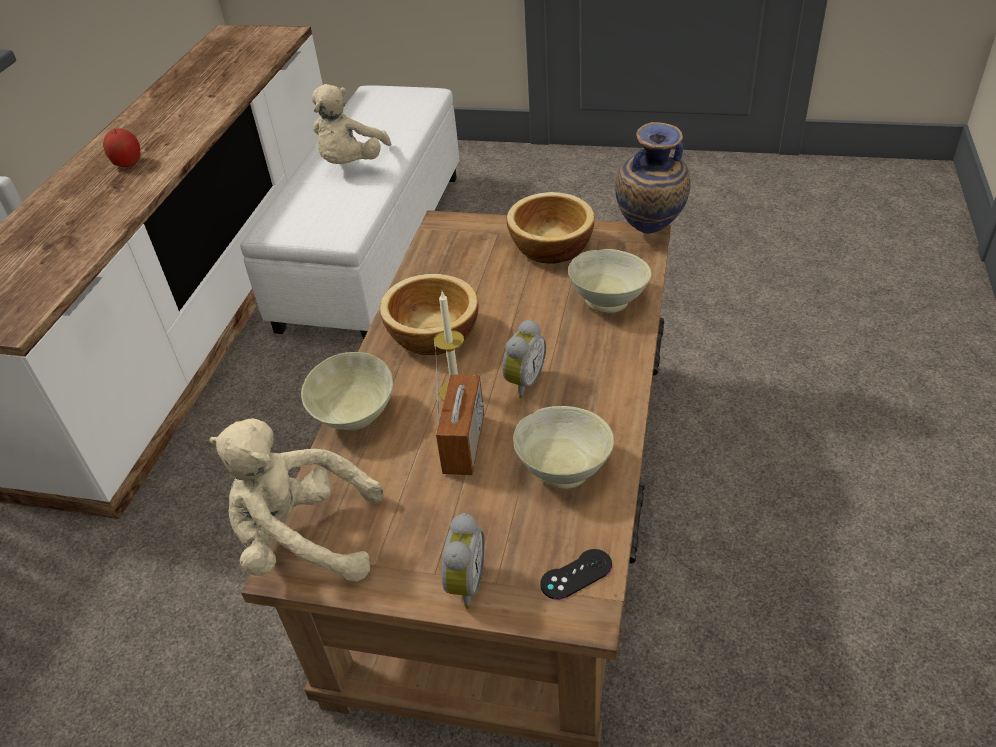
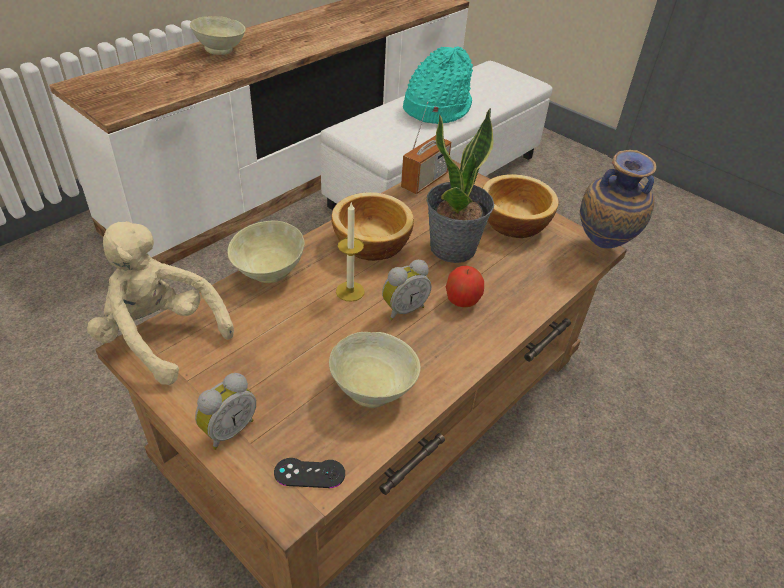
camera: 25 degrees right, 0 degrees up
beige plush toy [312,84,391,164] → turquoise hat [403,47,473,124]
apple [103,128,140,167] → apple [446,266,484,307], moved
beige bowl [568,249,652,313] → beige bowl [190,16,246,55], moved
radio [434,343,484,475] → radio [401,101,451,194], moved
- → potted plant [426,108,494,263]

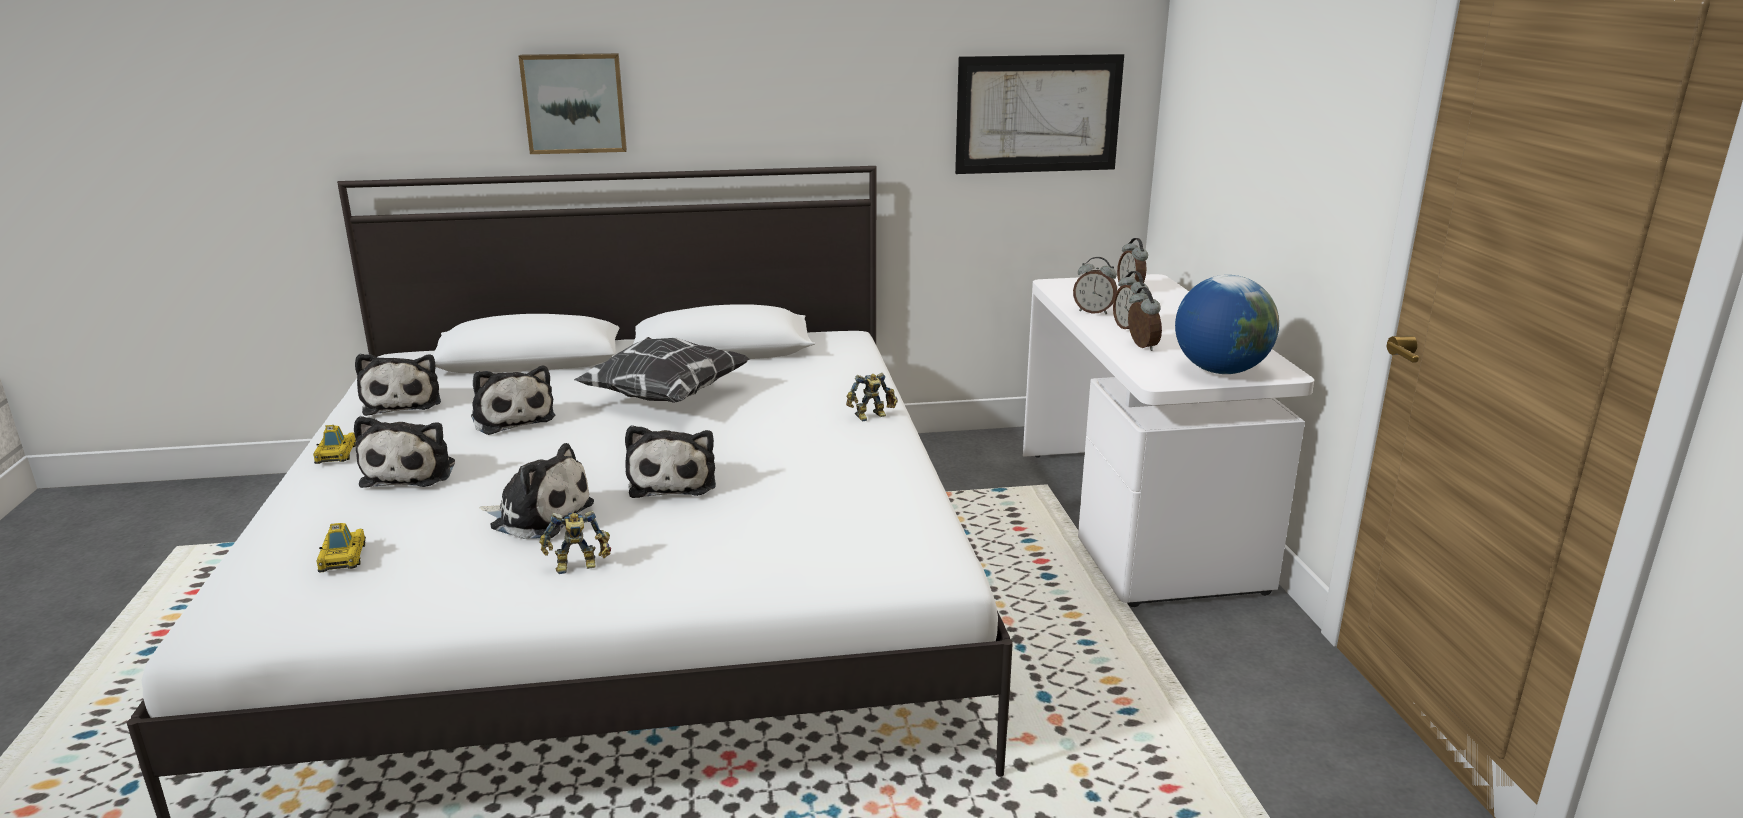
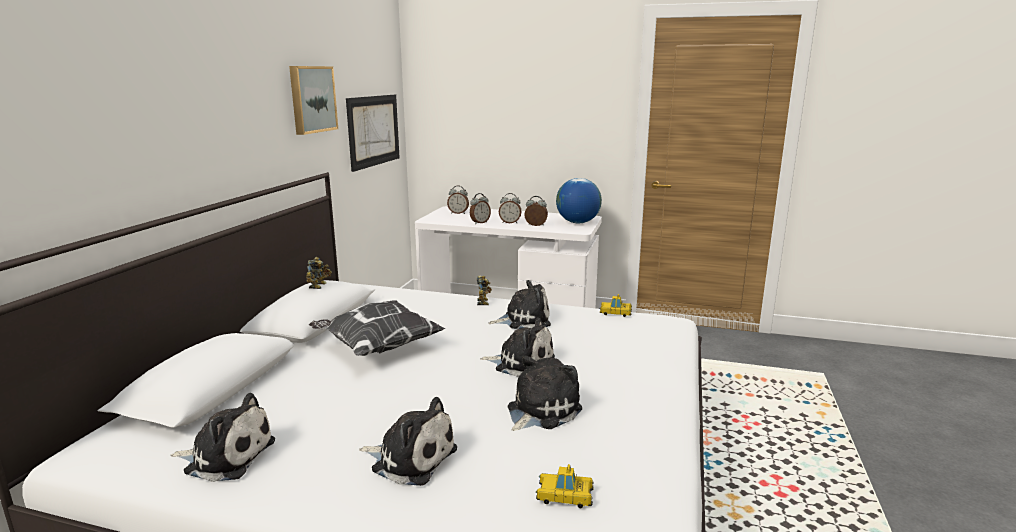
camera: 65 degrees left, 5 degrees down
picture [519,53,627,154] → picture [289,66,338,135], moved
plush toy [471,366,555,435] → plush toy [488,280,551,329], moved
toy car [313,425,356,464] → toy car [600,294,632,317], moved
toy robot [539,510,611,574] → toy robot [306,257,332,289], moved

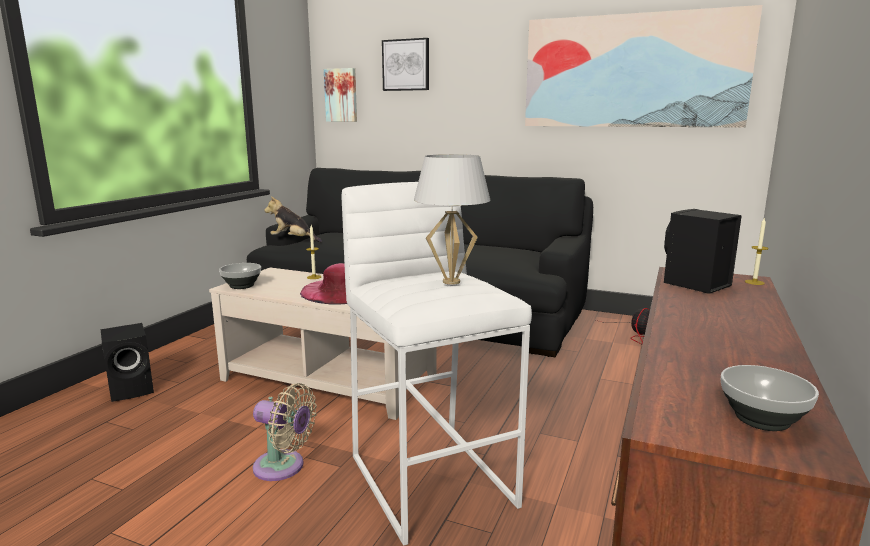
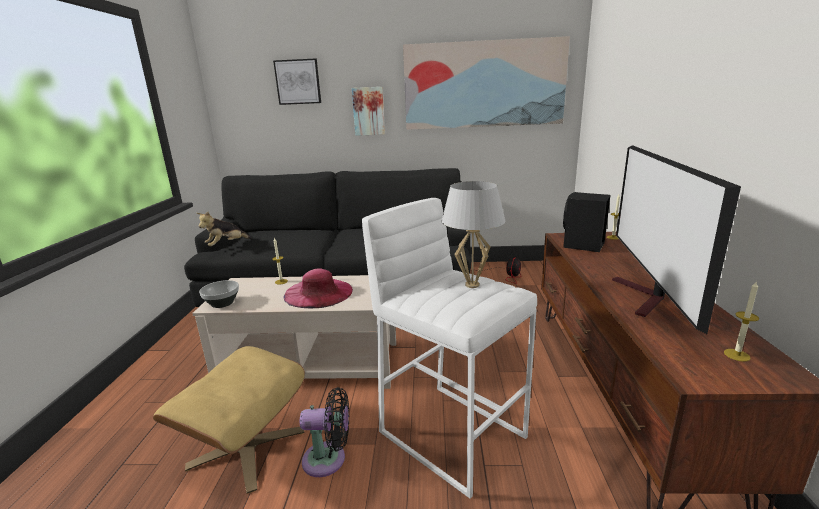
camera: 20 degrees left, 5 degrees up
picture [324,68,357,122] → picture [352,87,385,136], moved
plush toy [264,196,322,242] → plush toy [197,212,251,246], 45 degrees counterclockwise
black speaker [101,323,154,402] → -
bowl [721,365,819,431] → candle [724,281,759,361]
beige fan [253,383,317,481] → black fan [300,387,349,477]
- → television [612,145,741,334]
- → beige ottoman [153,346,305,494]

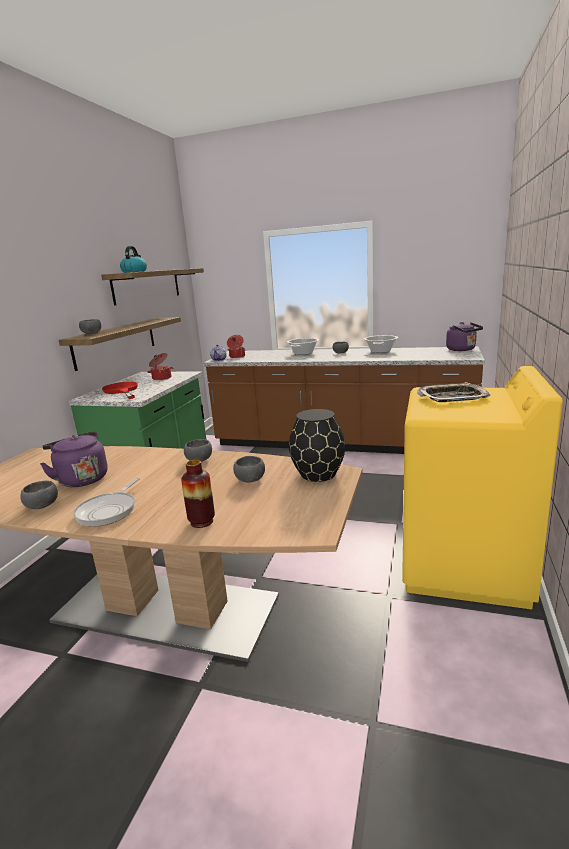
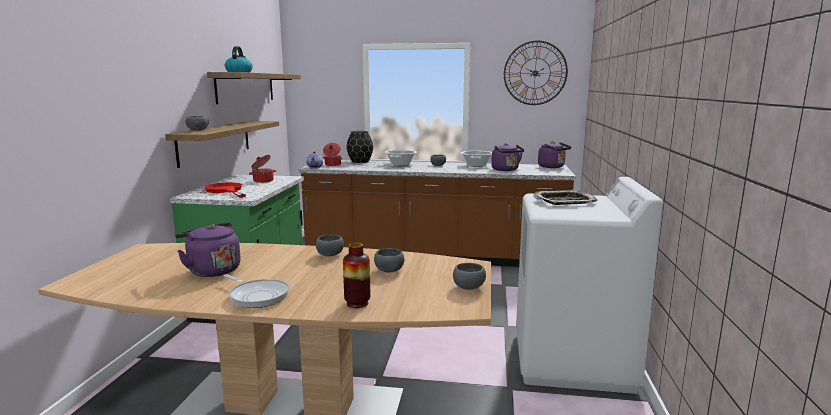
camera: 10 degrees left, 5 degrees down
yellow washing machine [402,366,563,609] → white washing machine [516,177,664,394]
black vase [289,409,345,482] → black vase [347,131,373,163], moved
frying pan [73,478,140,527] → frying pan [223,274,289,308], 60 degrees counterclockwise
grey bowl [20,481,58,509] → grey bowl [453,263,486,290], moved
- → wall clock [504,40,568,105]
- → purple kettle [491,143,524,171]

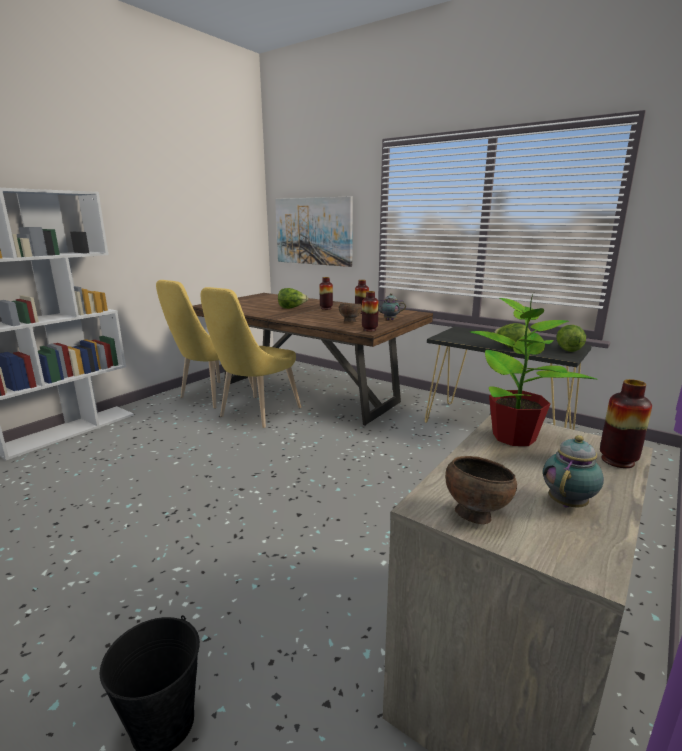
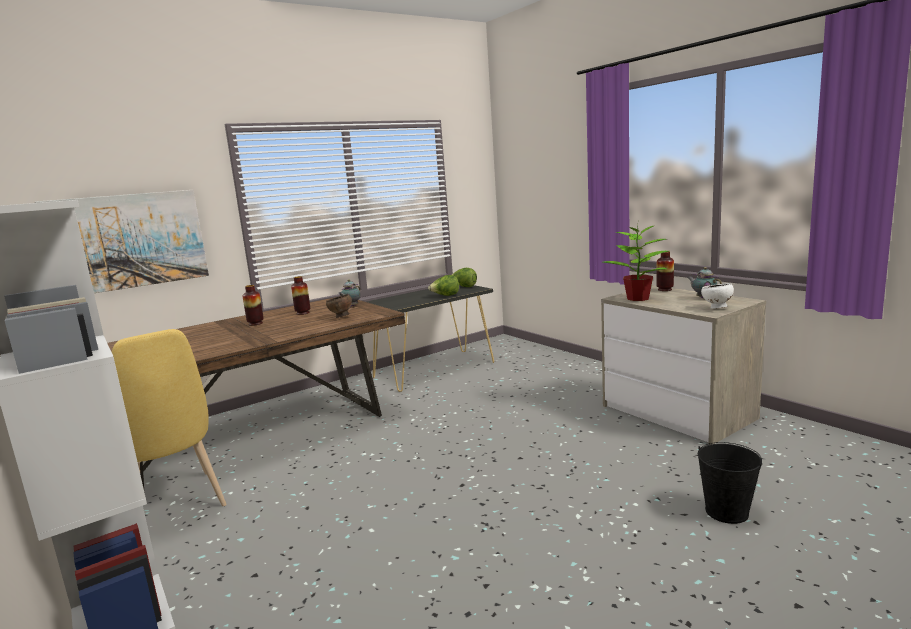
camera: 70 degrees left, 5 degrees down
yellow chair [200,287,301,428] → -
lettuce [278,288,308,309] → -
vase [362,291,379,331] → -
brown bowl [445,456,517,524] → white bowl [701,283,734,309]

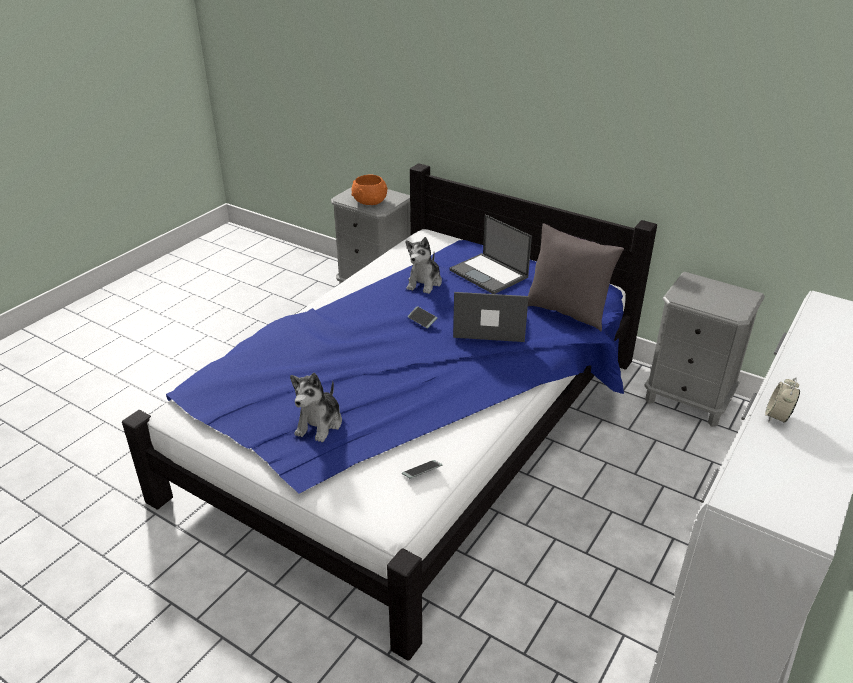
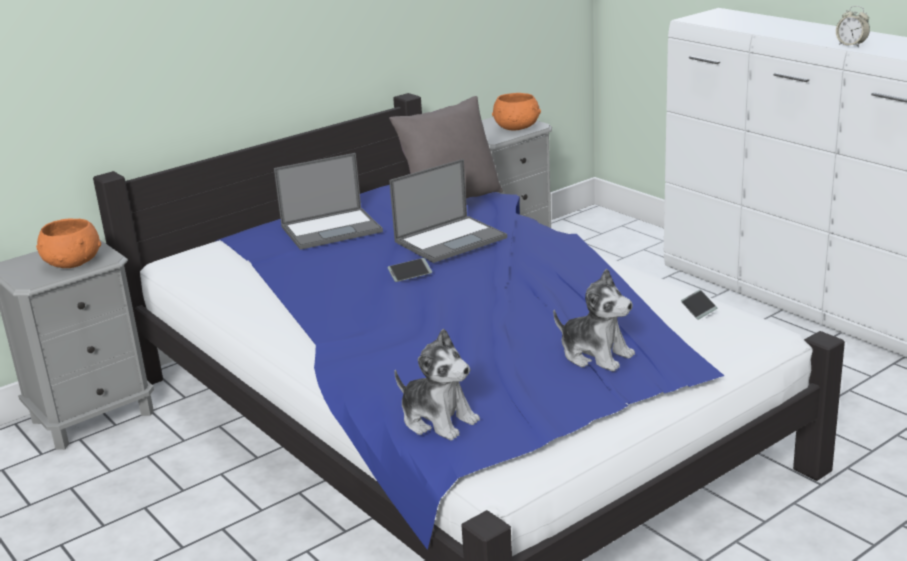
camera: 70 degrees left, 10 degrees down
plush toy [406,237,442,294] → plush toy [394,328,480,440], moved
laptop [453,292,529,342] → laptop [389,159,507,263], 150 degrees counterclockwise
- → orange bowl [492,93,541,130]

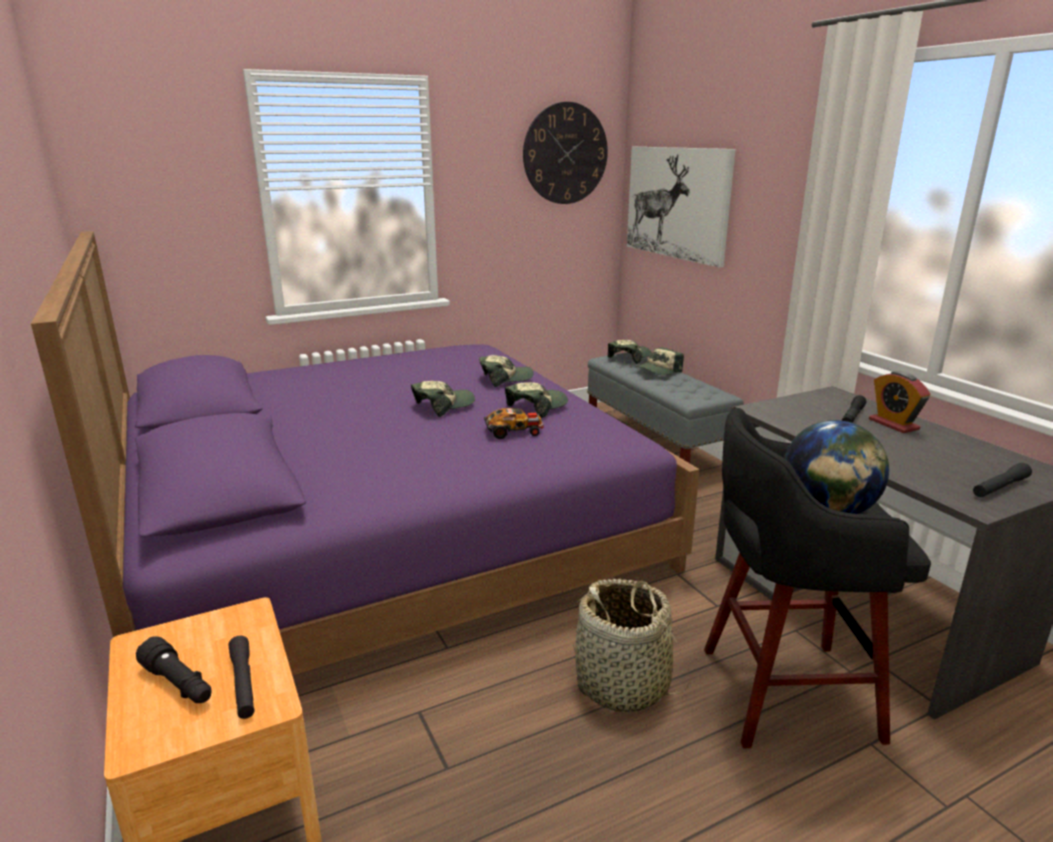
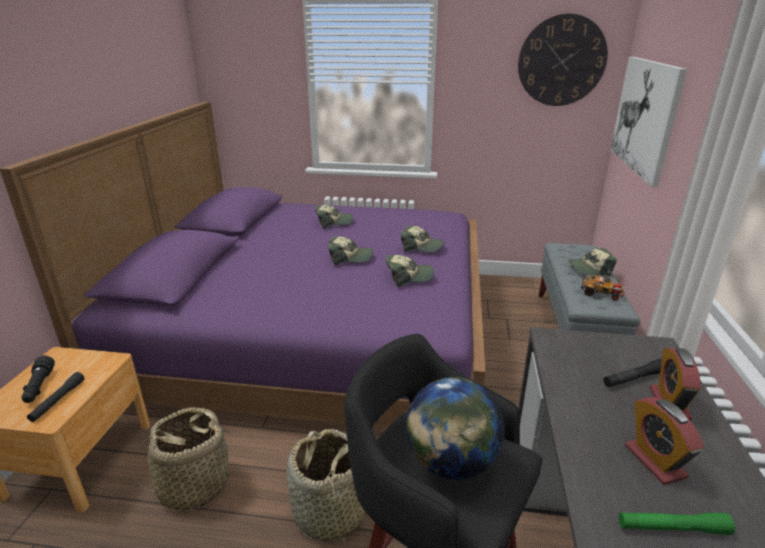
camera: 35 degrees right, 5 degrees up
cap [608,340,652,364] → cap [315,205,353,229], moved
toy car [484,408,545,439] → toy car [581,275,625,301], moved
black flashlight [973,463,1032,497] → green flashlight [619,512,735,535]
- → alarm clock [625,397,704,485]
- → basket [132,407,238,511]

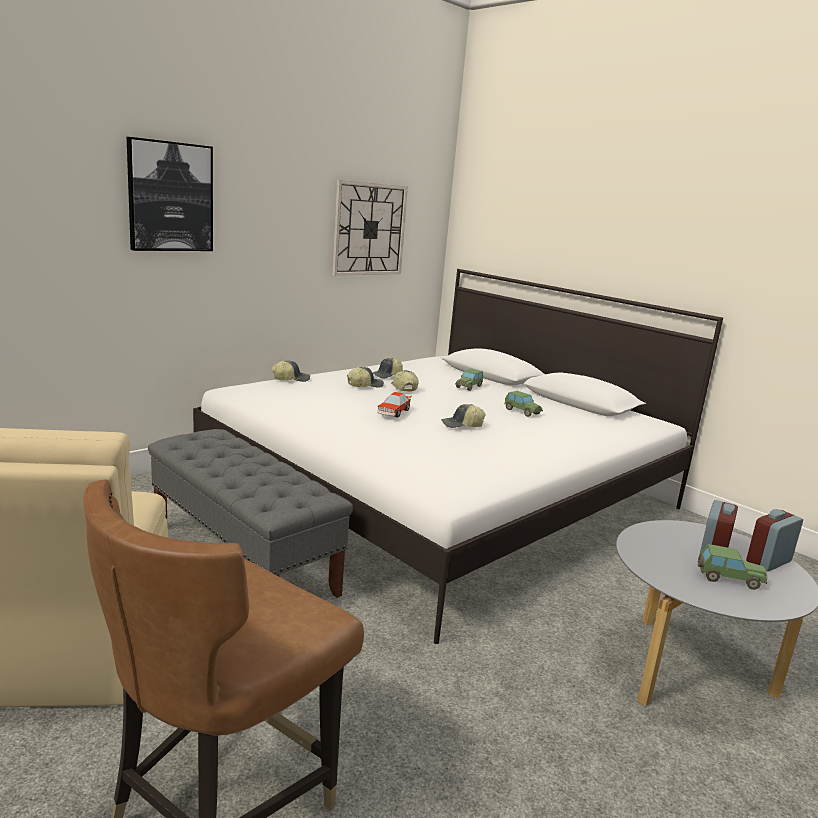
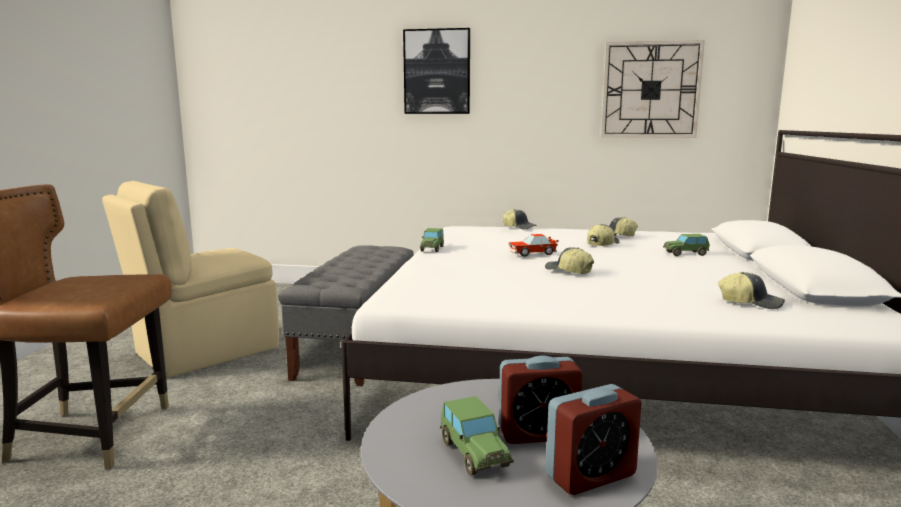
camera: 55 degrees right, 5 degrees down
cap [347,367,384,388] → cap [718,272,785,309], moved
toy car [504,391,543,417] → toy car [420,228,444,252], moved
alarm clock [746,509,803,572] → alarm clock [546,384,642,495], 135 degrees clockwise

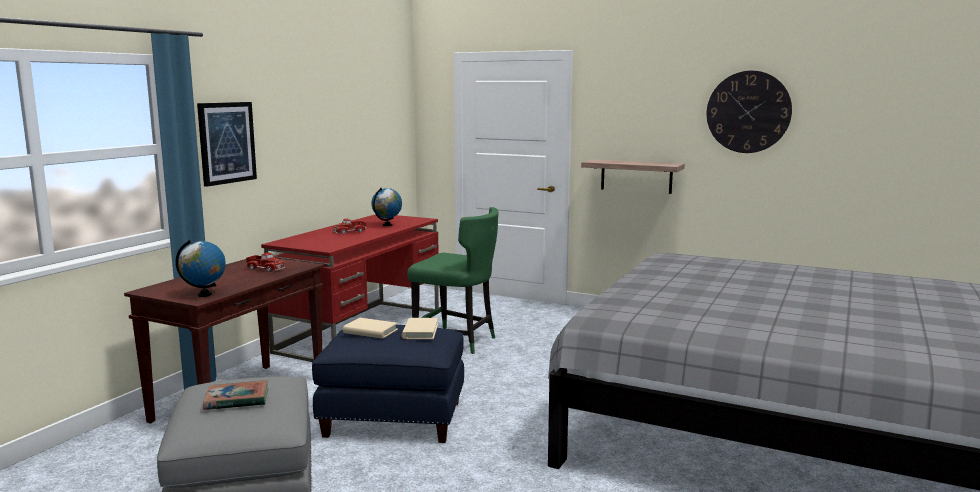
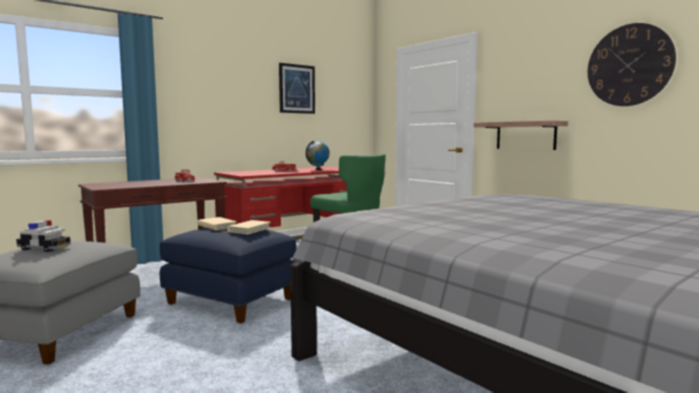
camera: 25 degrees right, 5 degrees down
picture [197,102,257,187] → picture [279,63,315,114], moved
globe [176,240,226,297] → -
book [203,380,268,410] → toy car [16,220,71,252]

